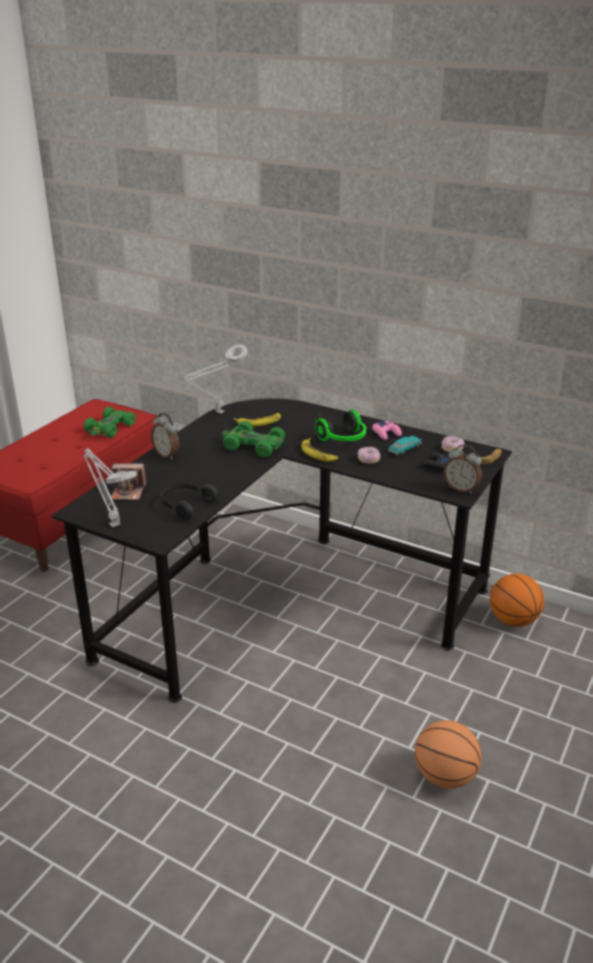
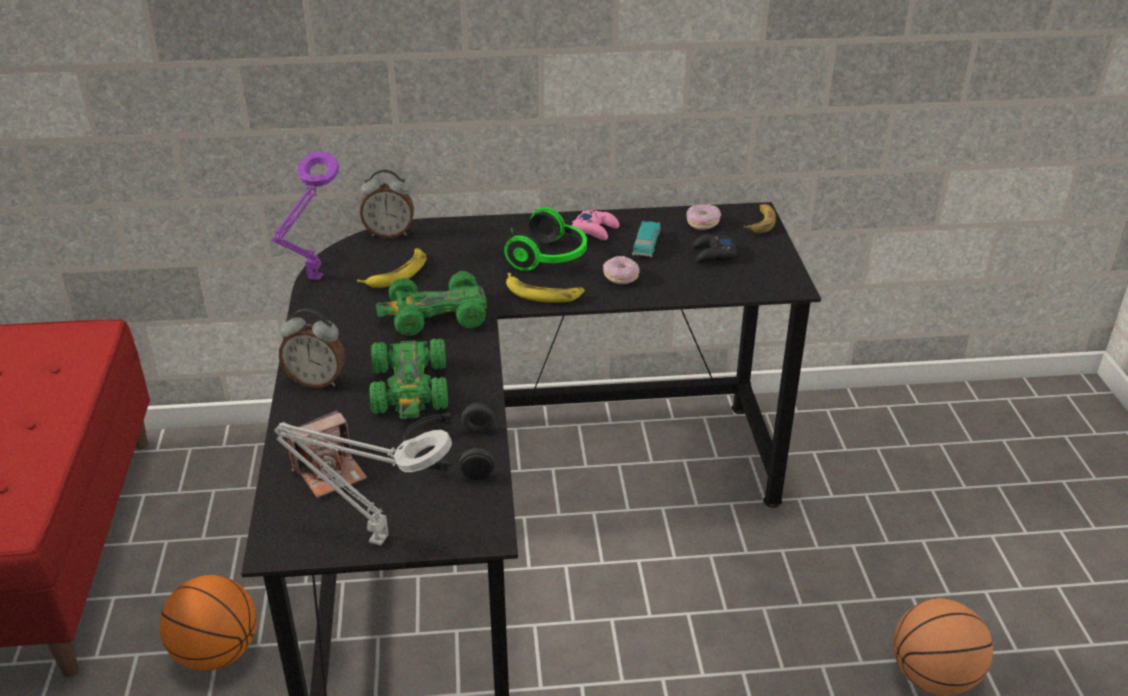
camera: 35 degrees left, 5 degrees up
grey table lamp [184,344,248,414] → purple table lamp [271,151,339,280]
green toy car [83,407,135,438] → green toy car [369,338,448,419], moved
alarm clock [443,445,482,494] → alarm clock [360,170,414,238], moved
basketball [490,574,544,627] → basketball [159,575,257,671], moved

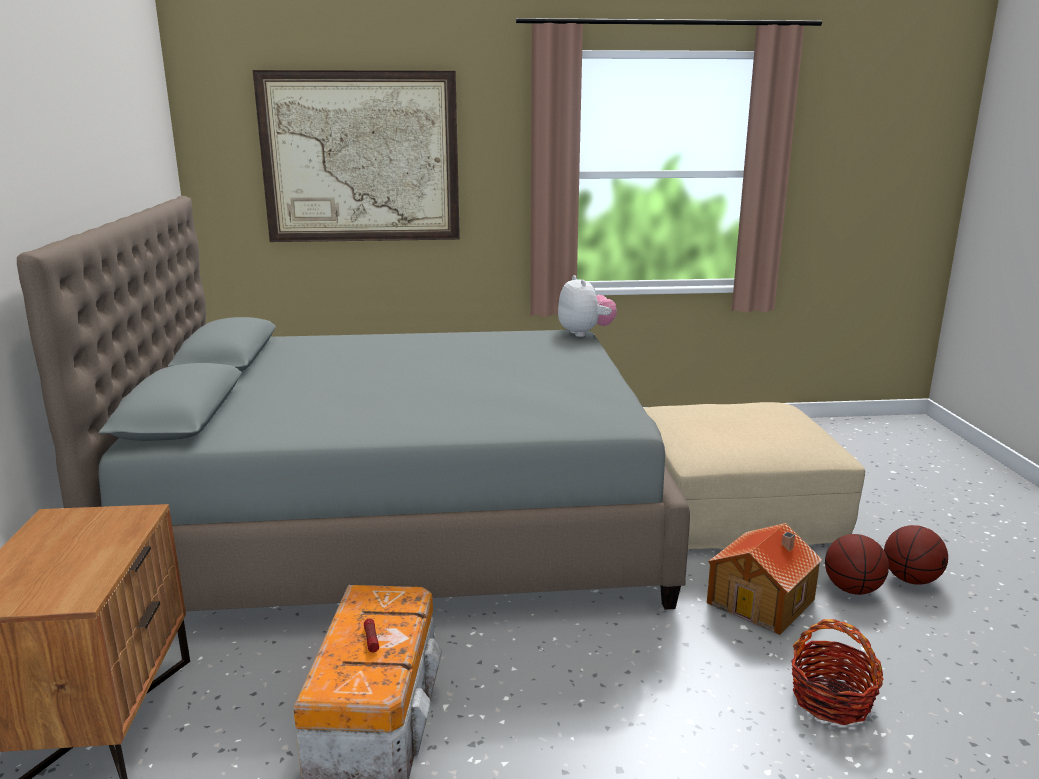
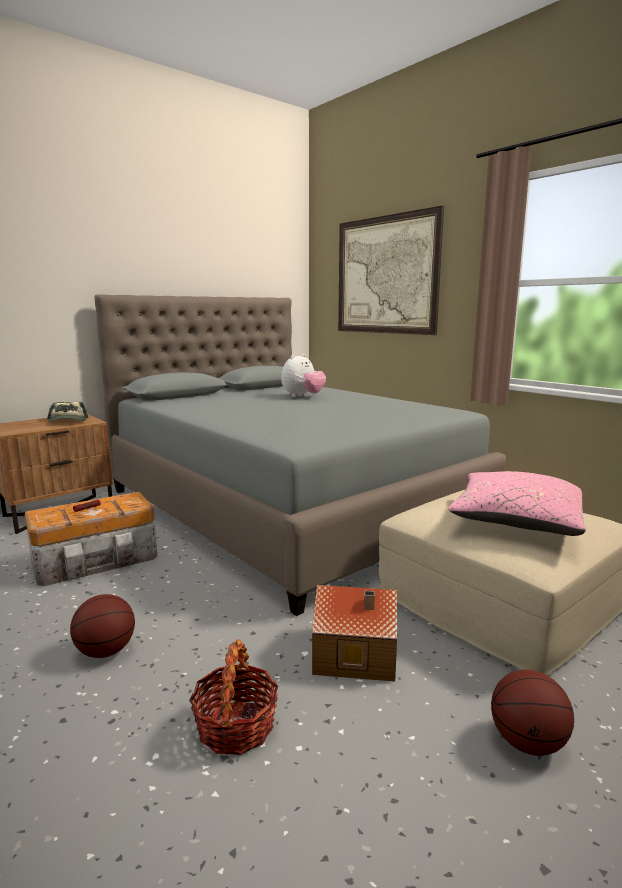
camera: 55 degrees right, 5 degrees down
plush toy [558,275,617,337] → plush toy [281,354,326,397], moved
basketball [825,534,889,595] → basketball [70,594,135,658], moved
- → cap [47,402,89,422]
- → pink pillow [448,471,586,536]

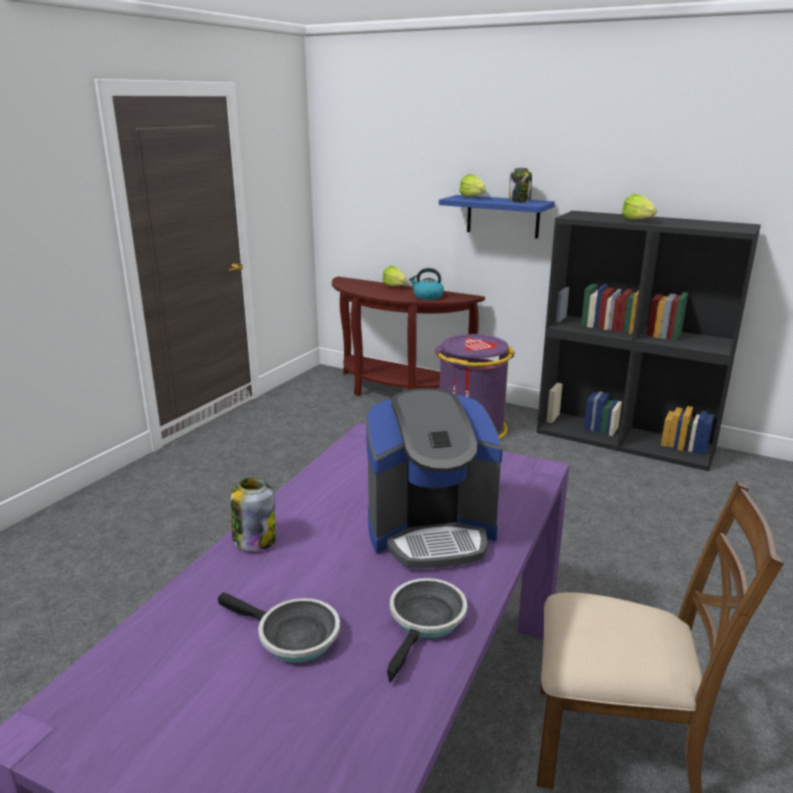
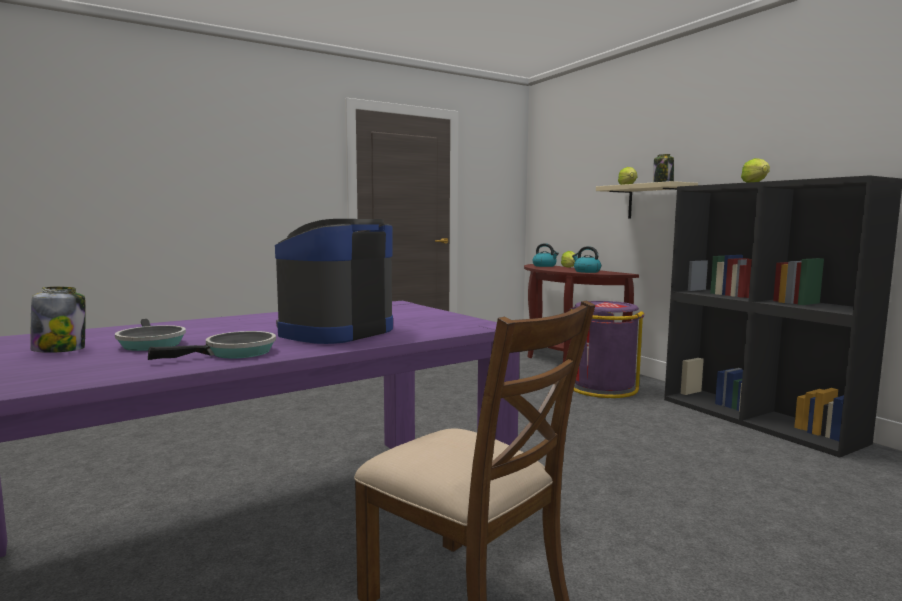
camera: 30 degrees right, 15 degrees down
blue shelf [439,195,555,239] → beige shelf [596,181,698,219]
coffee machine [366,388,503,568] → coffee machine [275,219,393,344], 105 degrees clockwise
jar [231,478,276,551] → jar [30,287,86,353], moved
- → kettle [533,243,559,267]

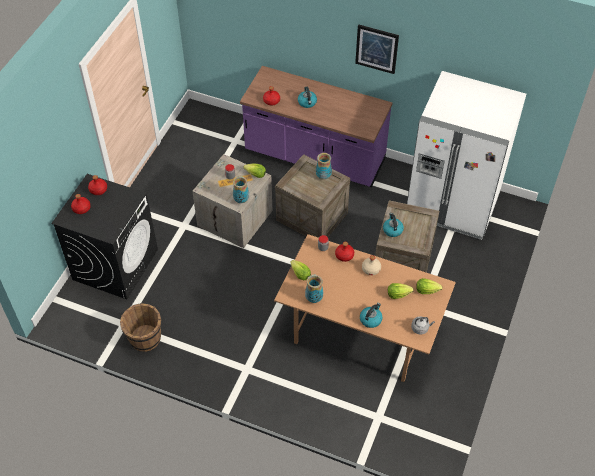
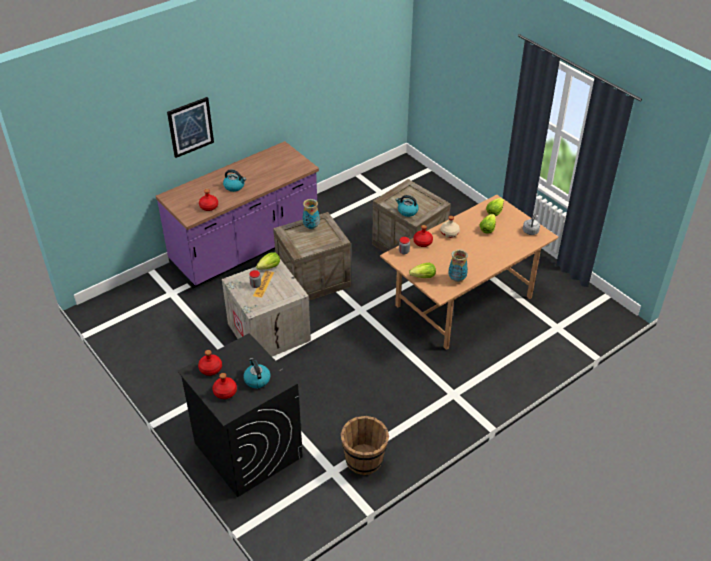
camera: 60 degrees left, 10 degrees down
picture [355,25,399,74] → picture [167,97,214,158], moved
white fridge [407,71,526,240] → -
vase [233,176,249,203] → -
kettle [360,303,382,328] → kettle [243,358,270,388], moved

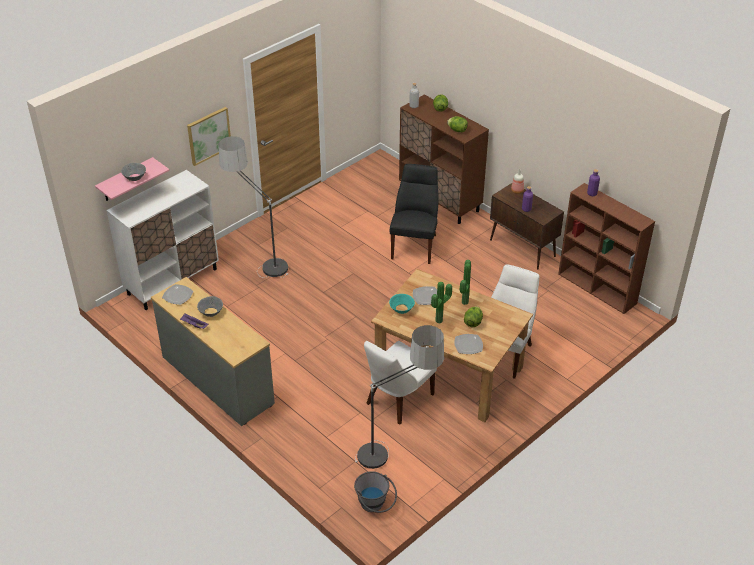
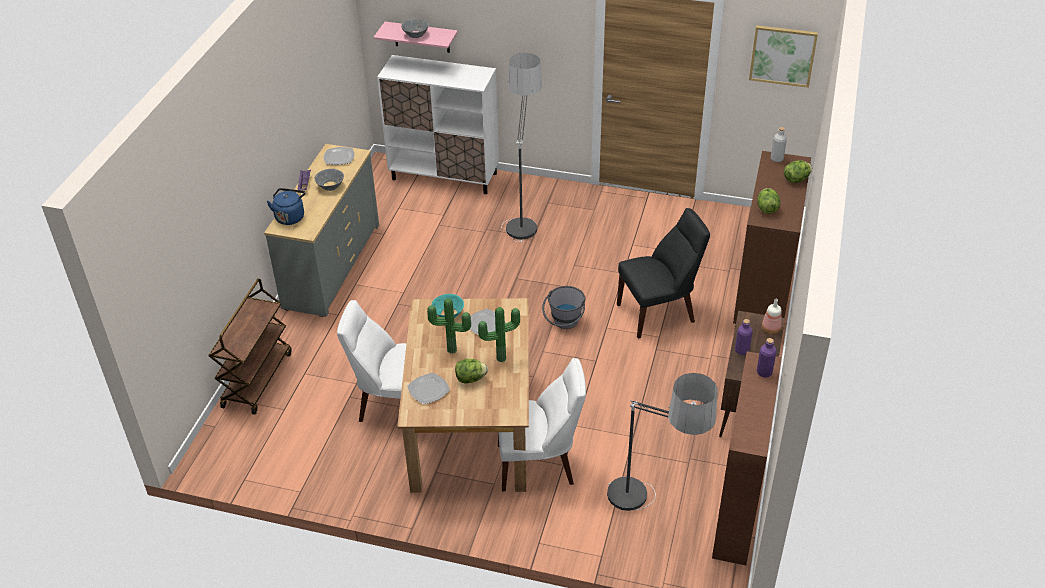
camera: 60 degrees right, 0 degrees up
picture [187,107,231,166] → picture [749,25,818,88], moved
floor lamp [355,325,444,469] → floor lamp [607,373,718,511], moved
grey bucket [354,471,397,513] → grey bucket [542,286,585,329], moved
- → blue kettle [266,188,305,225]
- → brown cart [209,279,292,415]

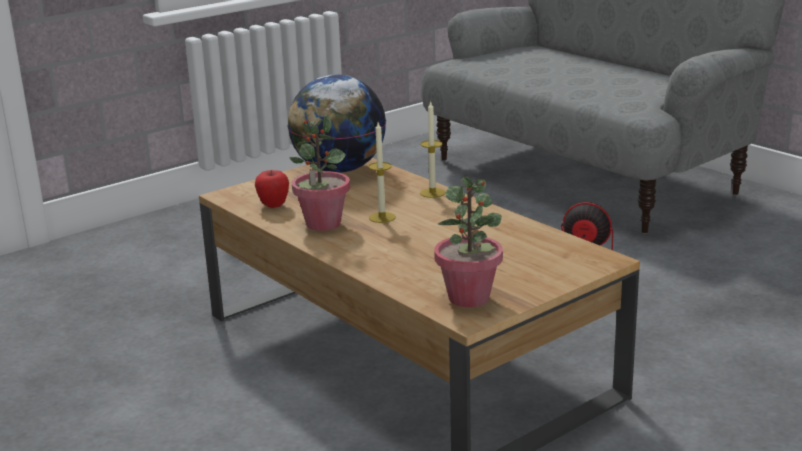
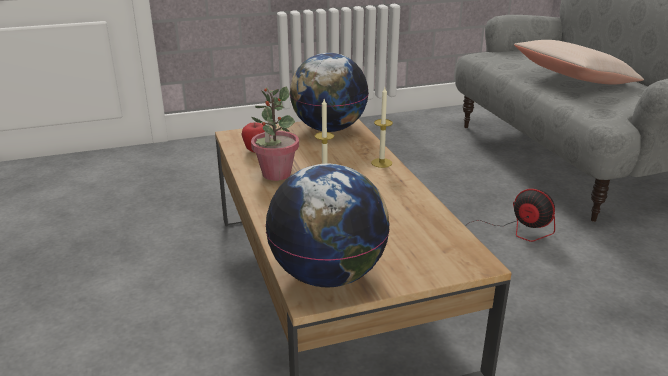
camera: 20 degrees right, 5 degrees up
potted plant [434,176,503,307] → globe [265,164,390,287]
- → beige pillow [514,40,644,85]

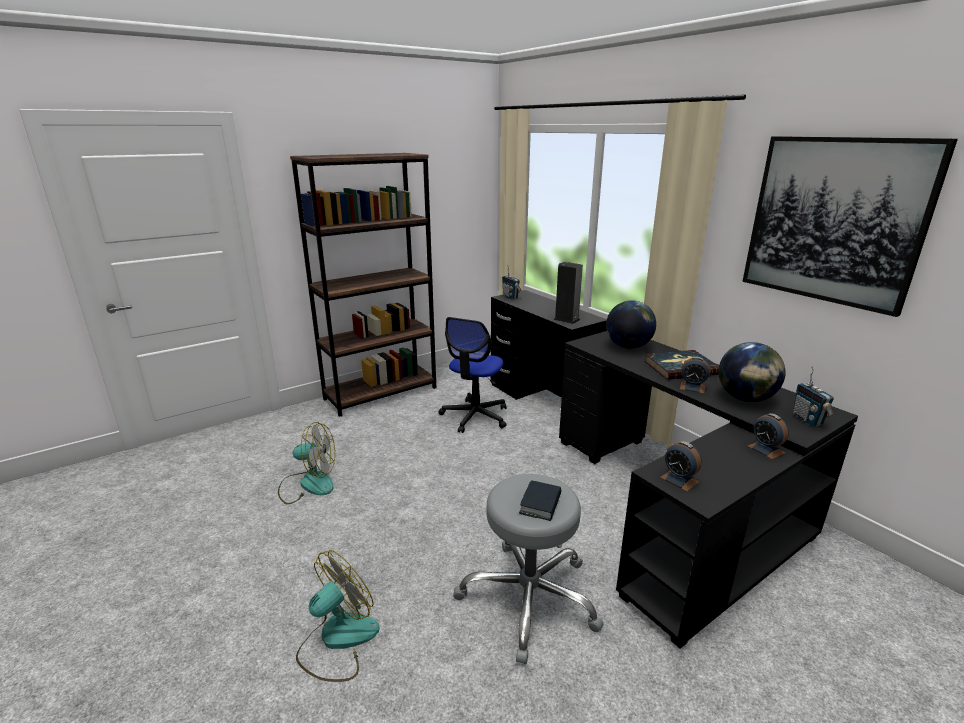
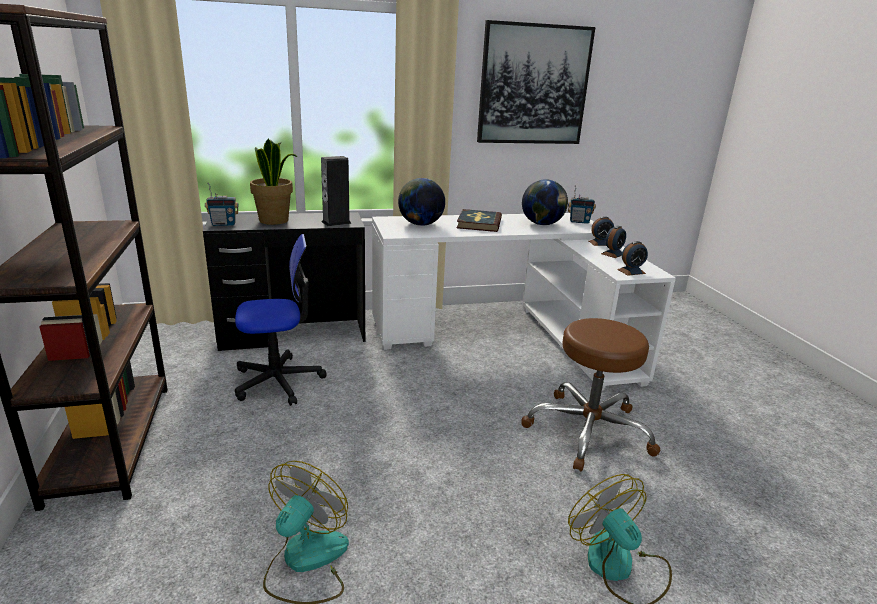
camera: 70 degrees left, 0 degrees up
office chair [438,317,507,433] → office chair [235,234,327,406], 60 degrees counterclockwise
black desk [559,331,858,648] → white desk [372,213,676,391]
alarm clock [680,357,710,394] → alarm clock [601,226,626,258], moved
grey stool [453,474,603,664] → brown stool [521,318,660,472]
book [519,480,561,521] → -
- → potted plant [250,139,297,225]

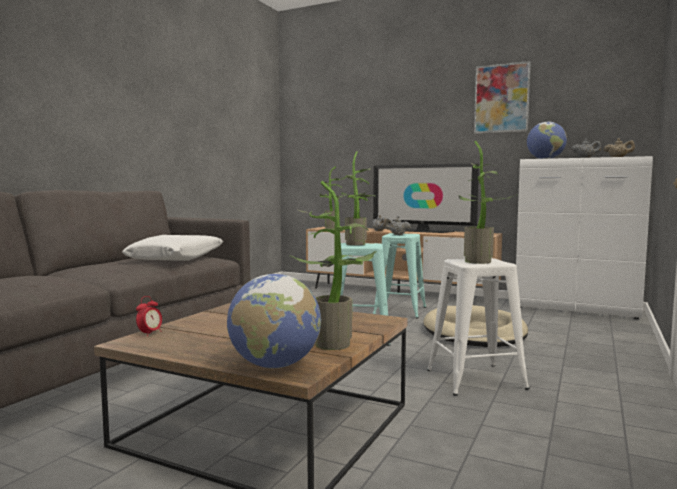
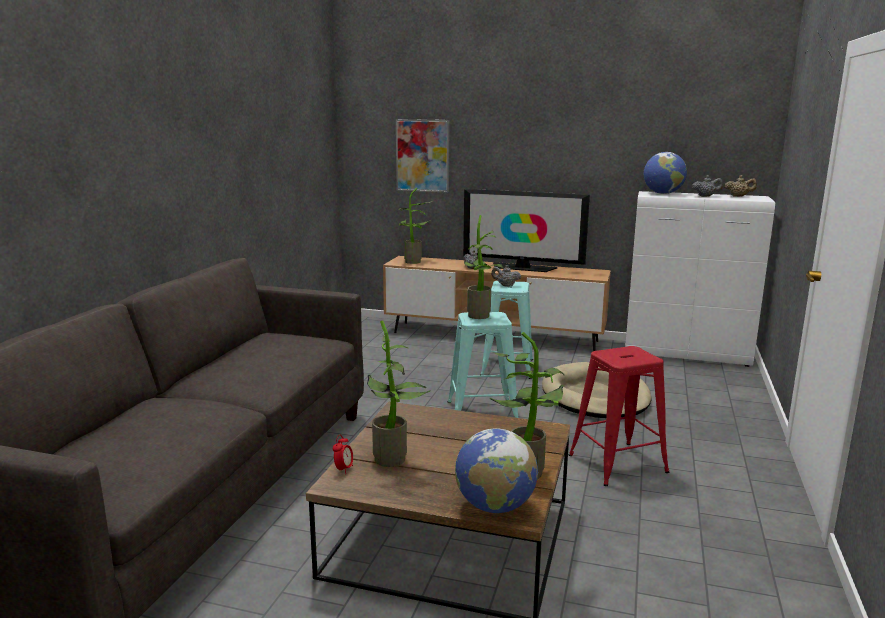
camera: 10 degrees left, 10 degrees up
picture [474,61,531,134] → picture [396,119,450,193], moved
potted plant [459,141,518,264] → potted plant [367,321,430,467], moved
white pillow [122,235,223,261] → -
white stool [427,258,530,396] → red stool [569,346,669,486]

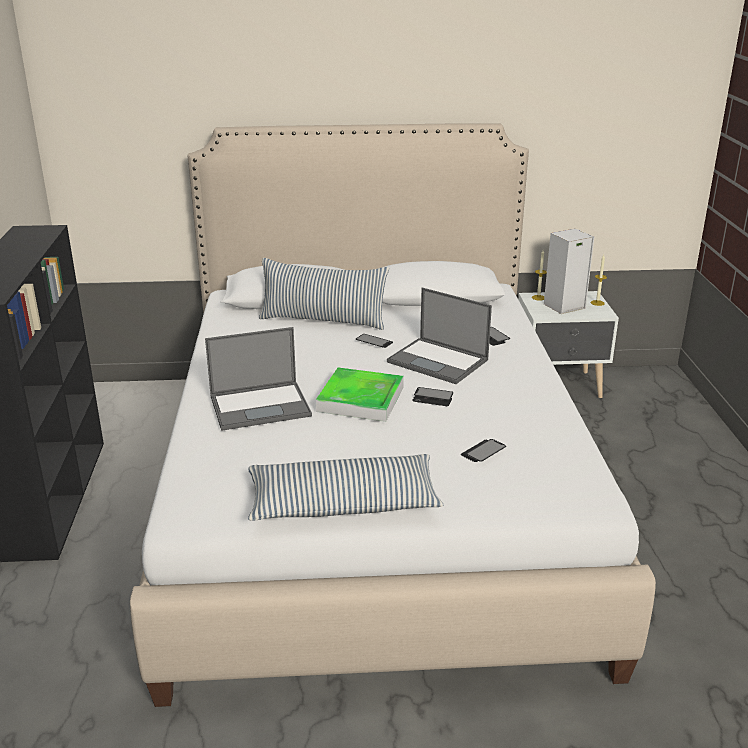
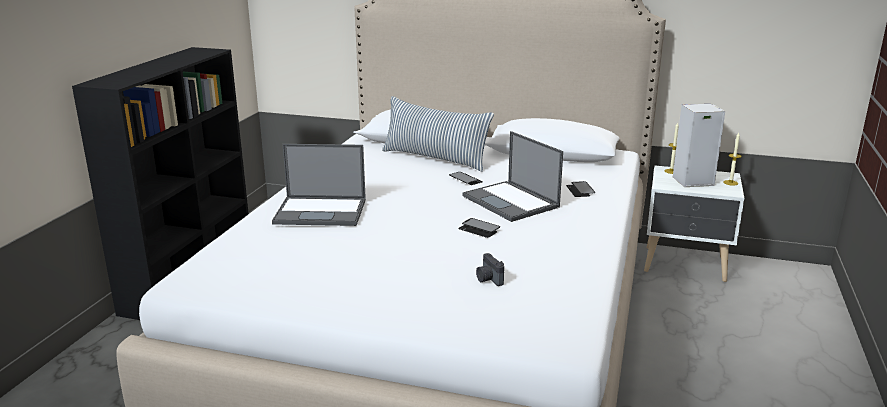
camera: 20 degrees right, 5 degrees down
tray [316,368,404,422] → -
phone [461,439,506,462] → photo camera [476,253,504,286]
pillow [248,454,444,521] → -

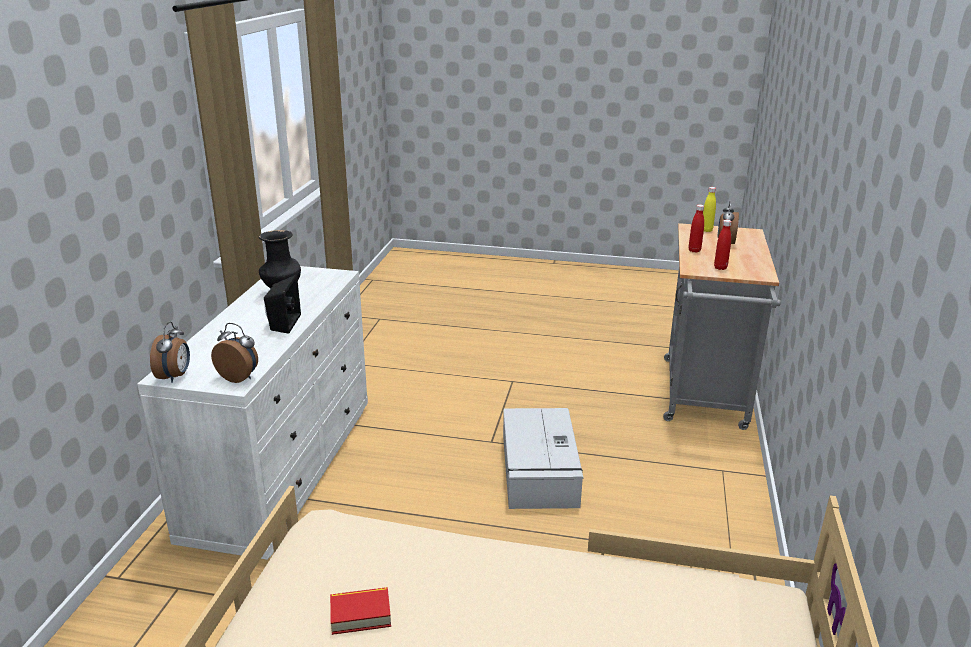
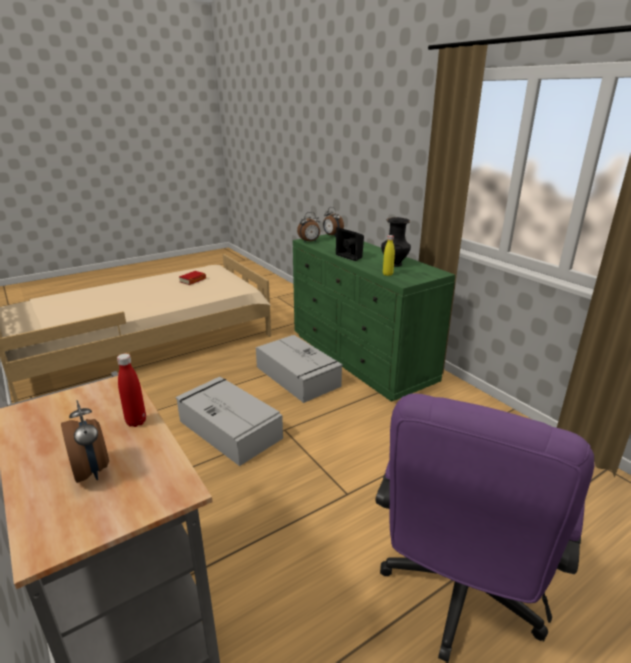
camera: 135 degrees right, 0 degrees up
yellow bottle [703,187,716,232] → yellow bottle [383,235,395,276], moved
red bottle [714,220,732,270] → -
white dresser [137,266,368,560] → green dresser [293,234,455,402]
- → grey storage box [256,335,343,403]
- → purple office chair [375,393,595,663]

